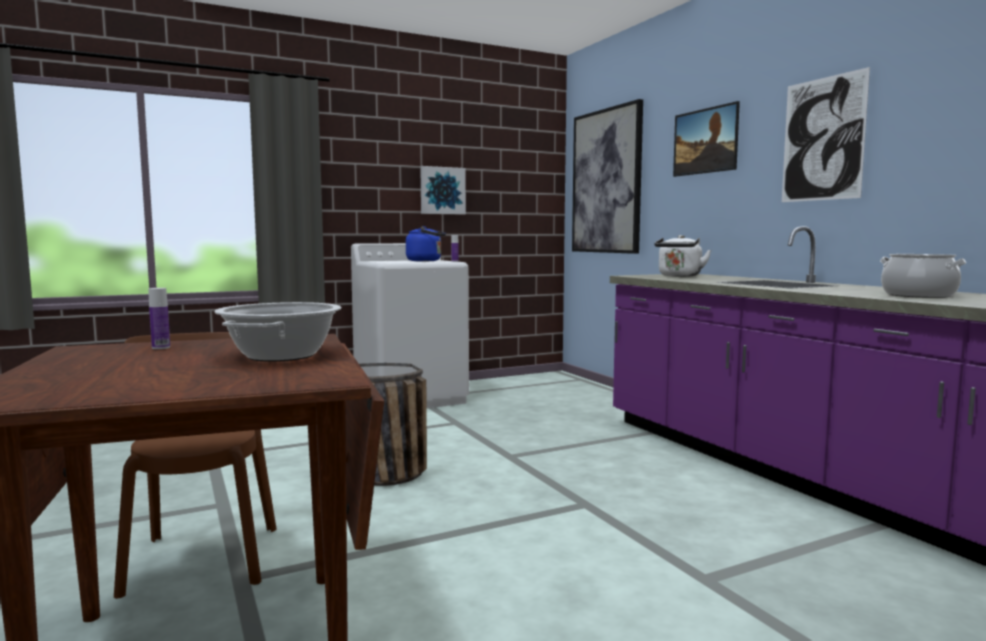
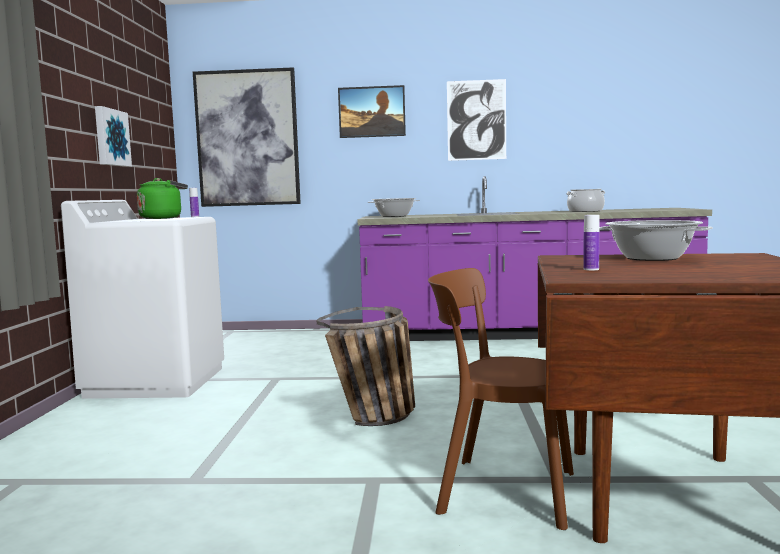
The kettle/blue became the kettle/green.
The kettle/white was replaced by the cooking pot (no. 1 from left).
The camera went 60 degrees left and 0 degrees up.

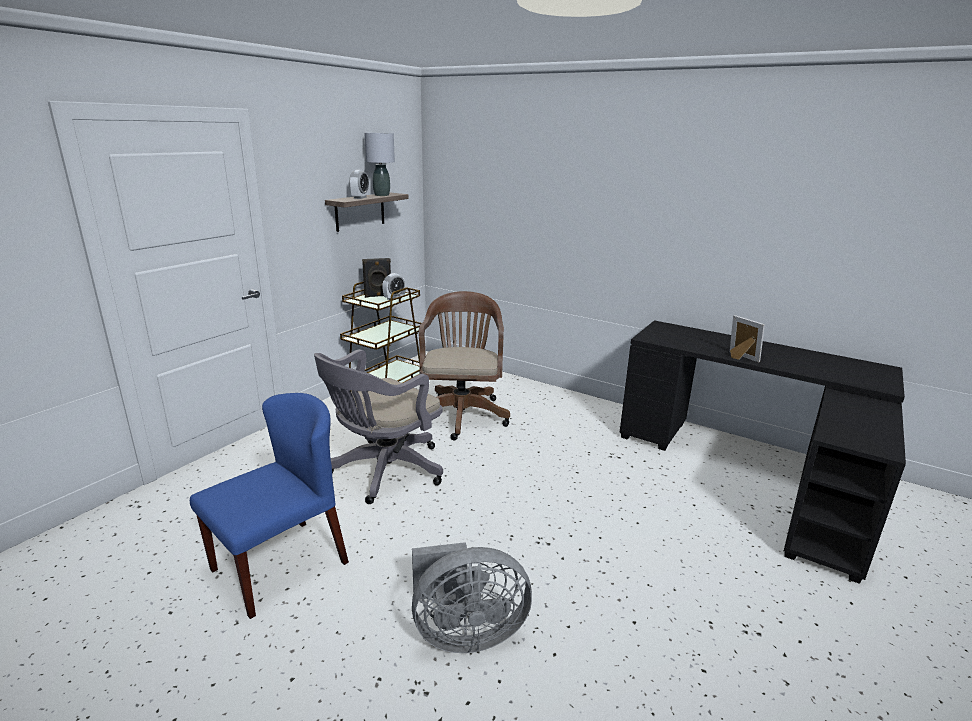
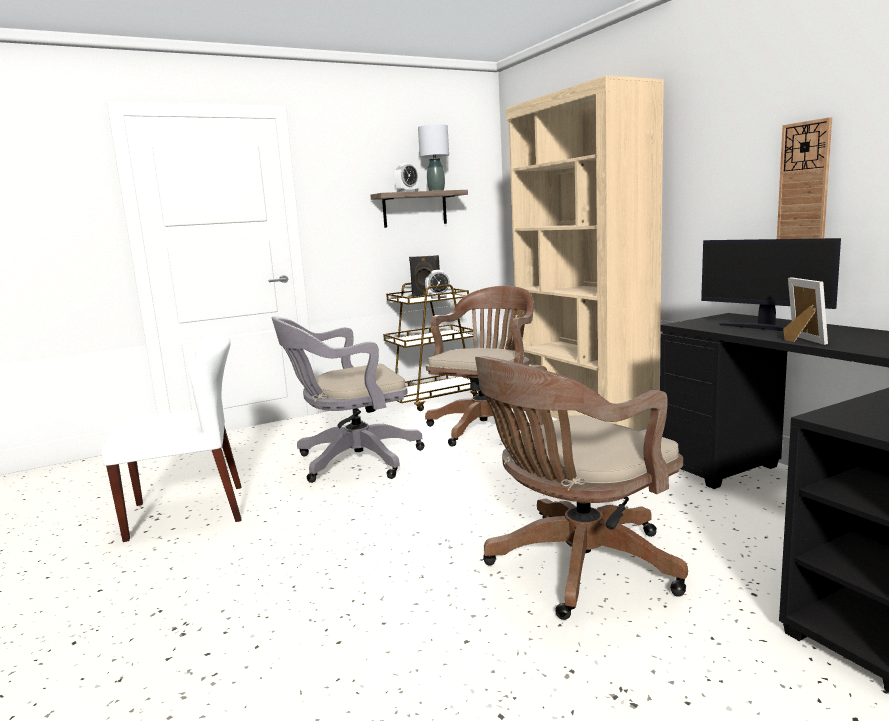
The chair/blue became the chair/white.
The fan/grey disappeared.
The bookcase/beige appeared.
The wall clock appeared.
The monitor appeared.
The office chair/brown (no. 2 from left) appeared.
The camera went 30 degrees right and 10 degrees down.

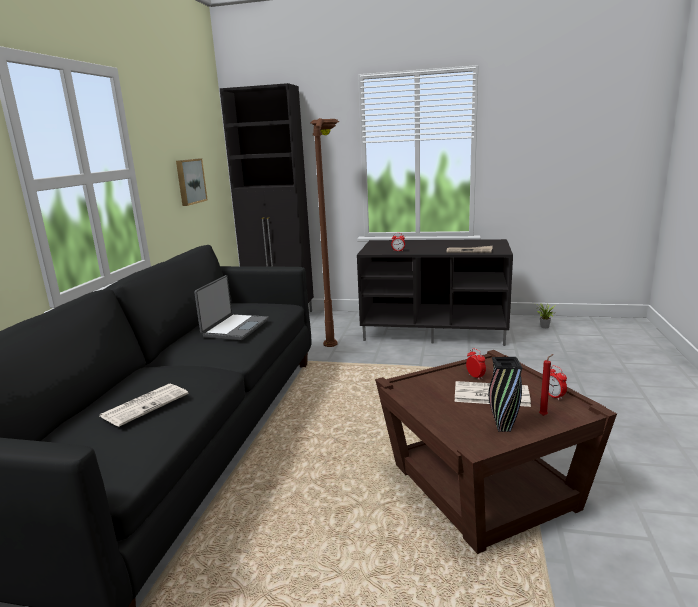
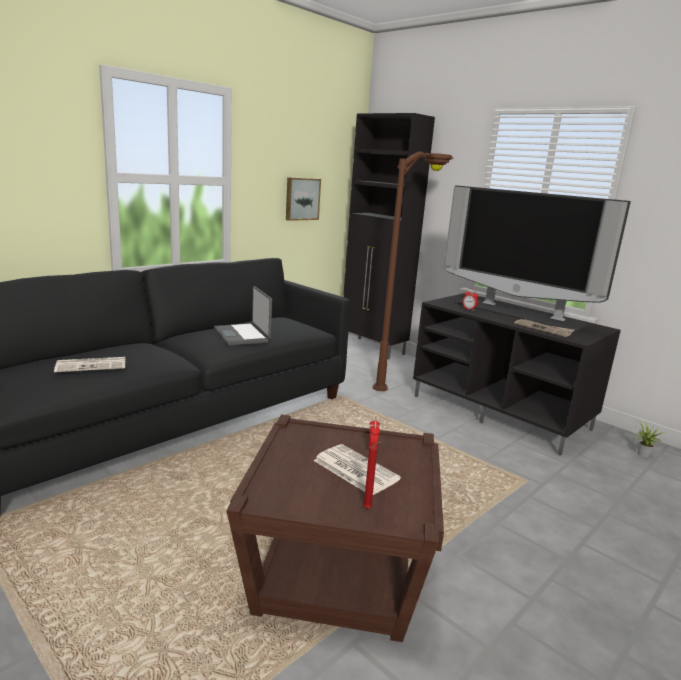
The laptop turned 105 degrees clockwise.
The vase/black disappeared.
The alarm clock (no. 3 from left) disappeared.
The television appeared.
The camera went 30 degrees right and 0 degrees up.

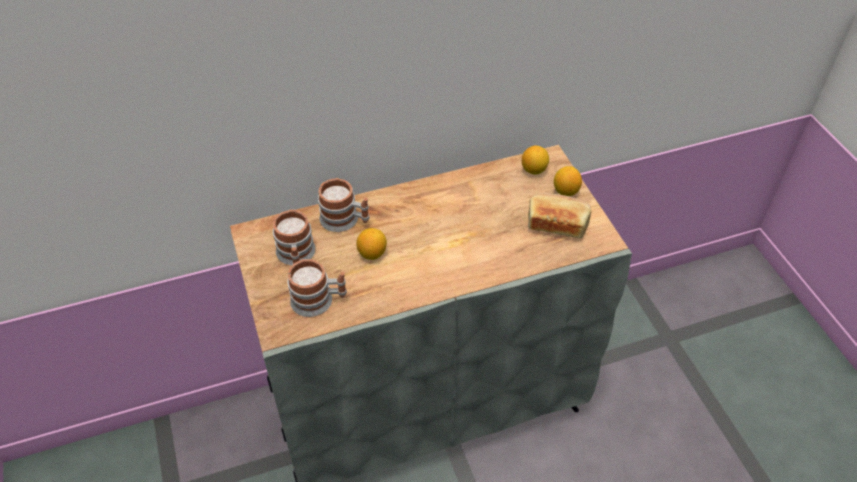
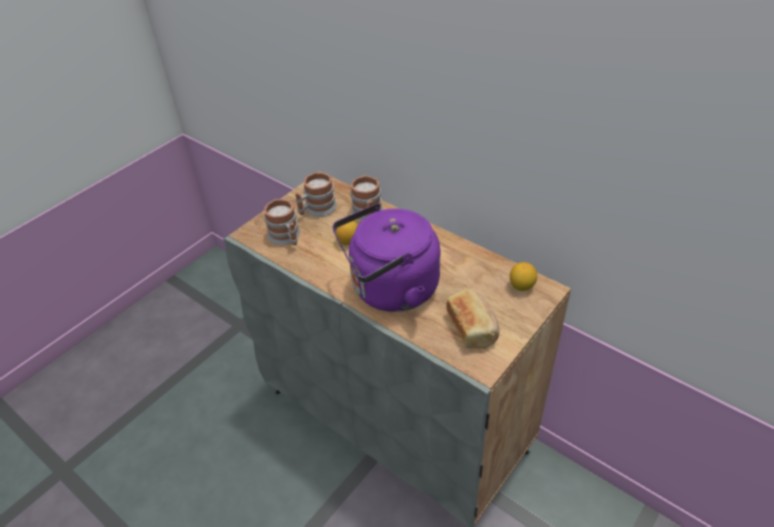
The lemon (no. 3 from left) disappeared.
The kettle/purple appeared.
The camera went 60 degrees right and 5 degrees down.

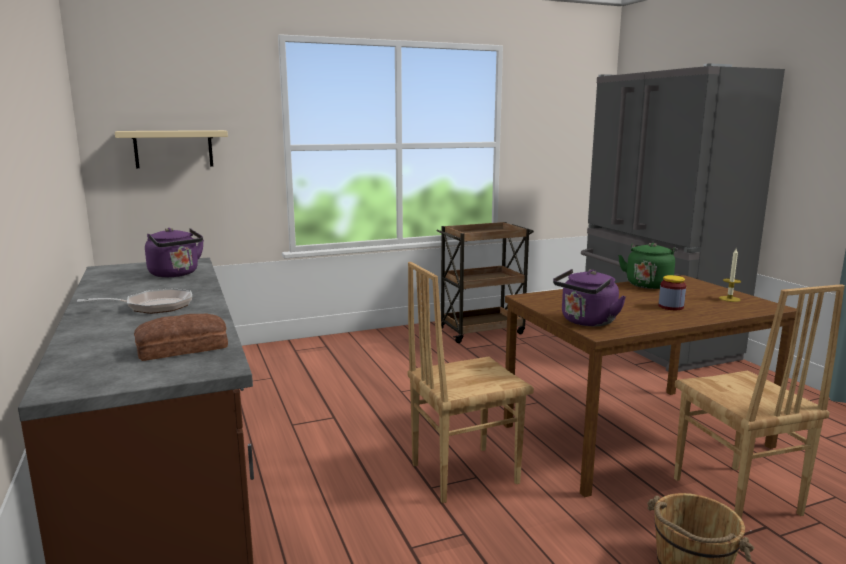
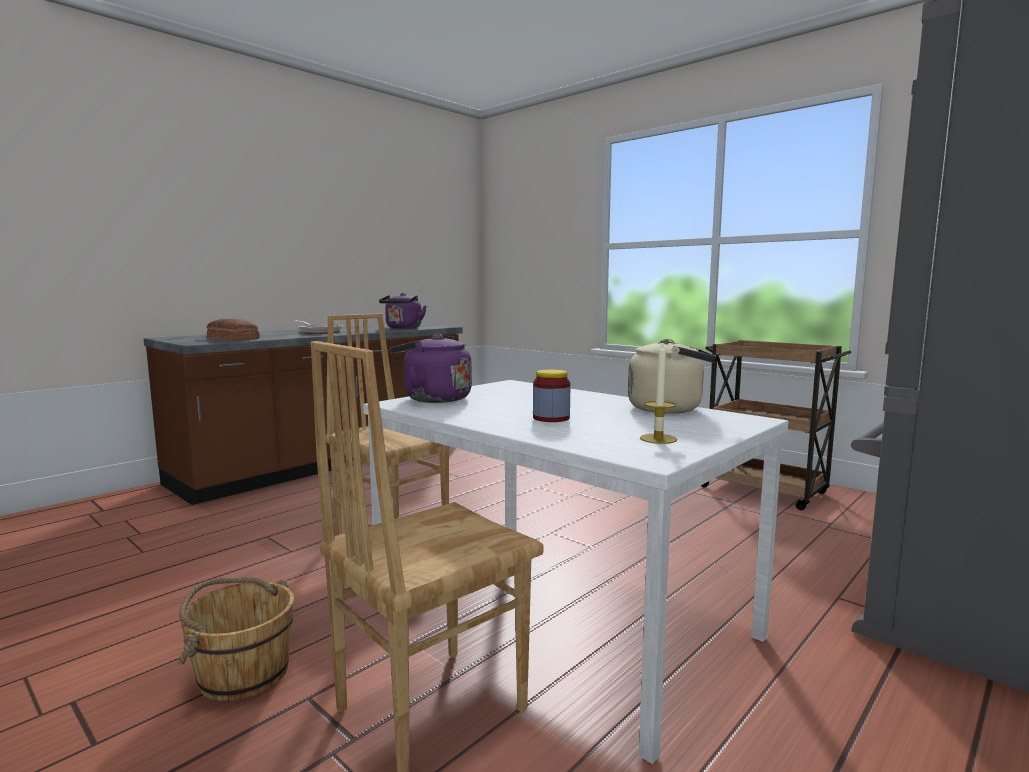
The shelf/beige disappeared.
The kettle/green became the kettle/beige.
The dining table/brown became the dining table/white.
The camera went 65 degrees right and 5 degrees down.

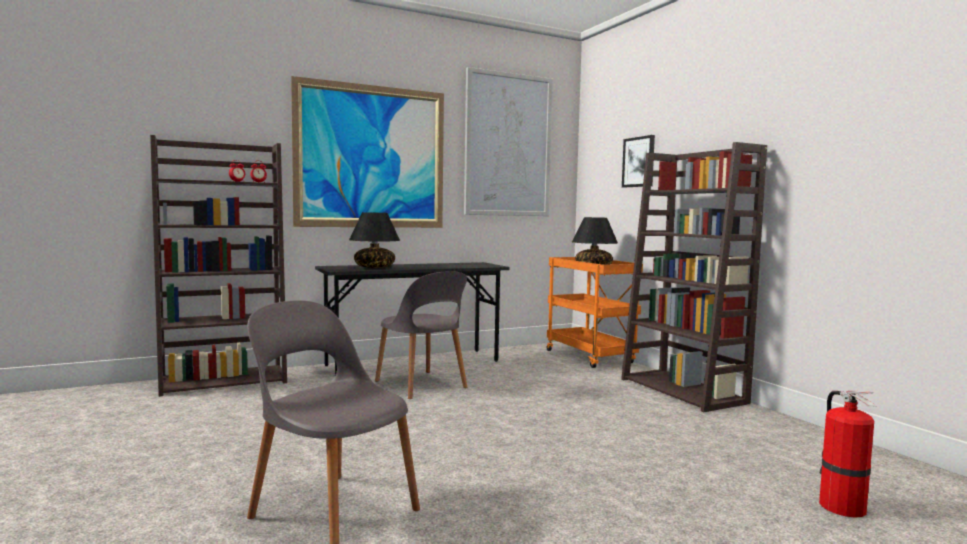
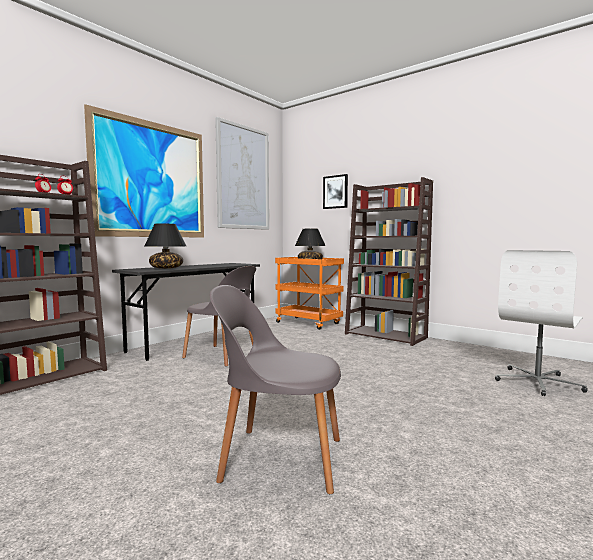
The fire extinguisher was replaced by the office chair/white.
The camera went 25 degrees left and 0 degrees up.

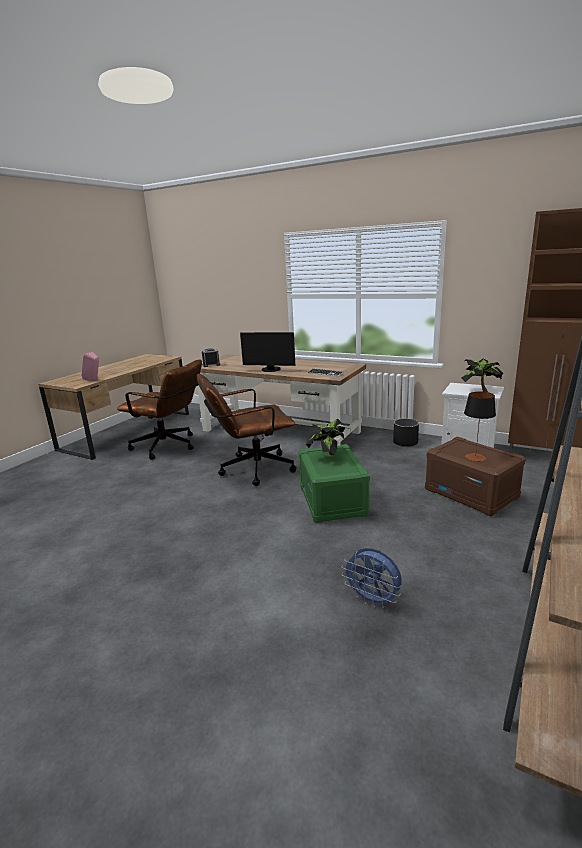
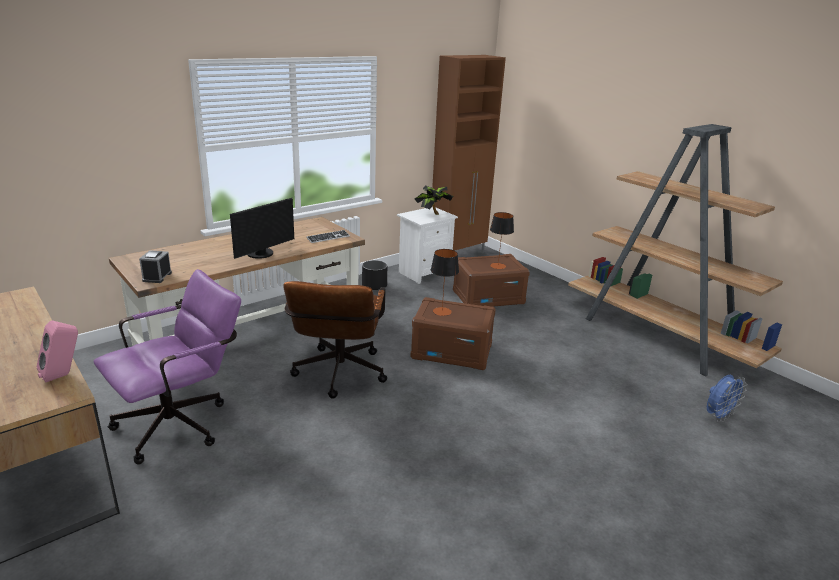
The office chair/brown (no. 1 from left) became the office chair/purple.
The potted plant (no. 1 from left) was replaced by the table lamp (no. 1 from left).
The storage box/green became the storage box/brown (no. 1 from left).
The fan/blue moved.
The camera went 70 degrees left and 5 degrees up.

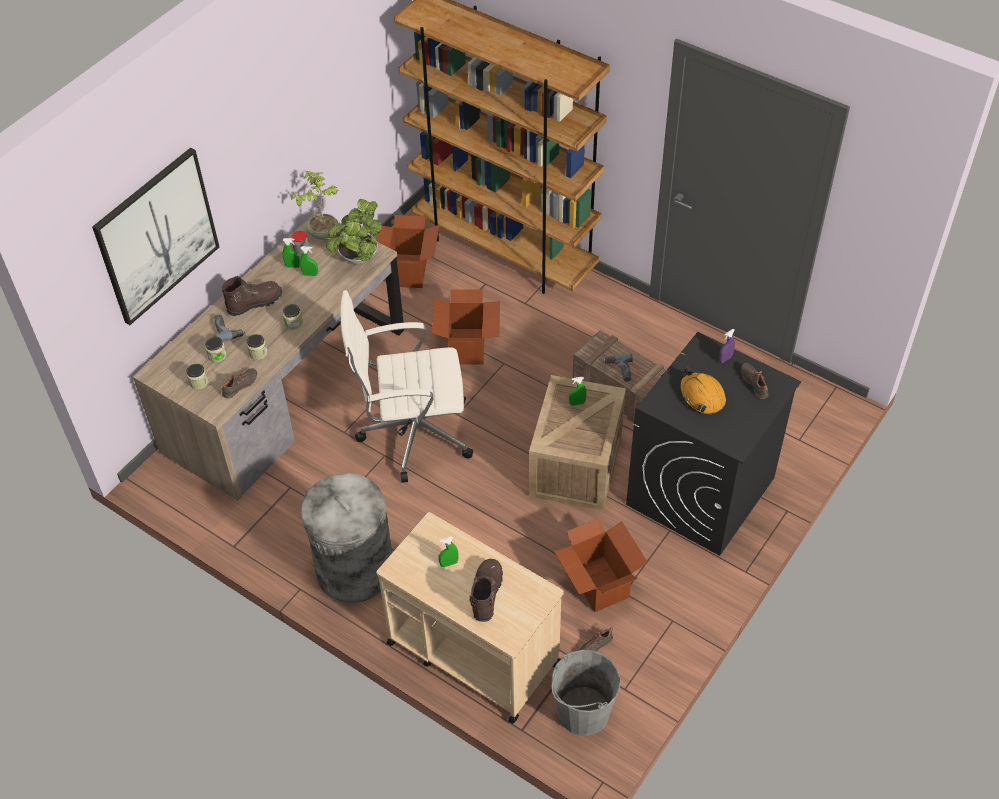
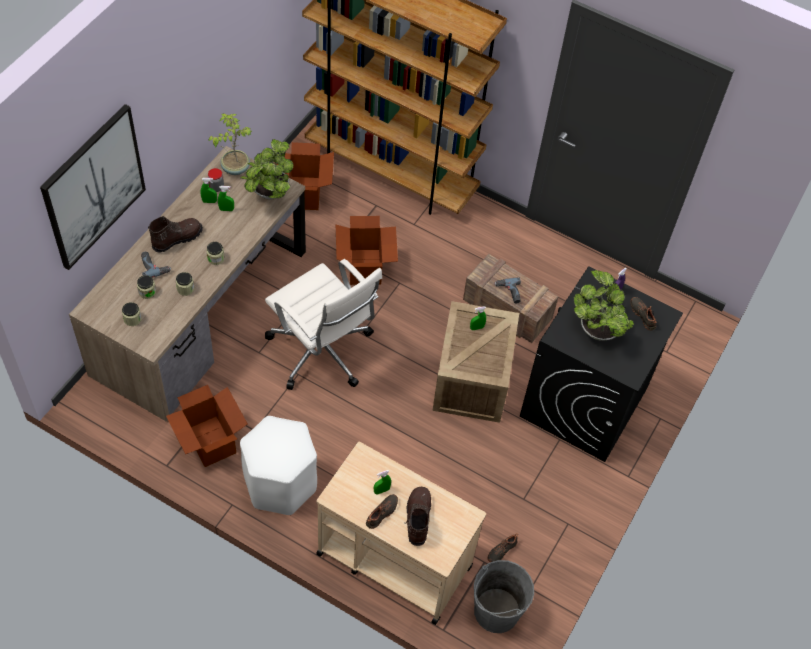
The office chair/white turned 120 degrees counterclockwise.
The hard hat/orange was replaced by the potted plant (no. 3 from left).
The shoe/black (no. 1 from left) moved.
The trash can/grey was replaced by the stool/white.
The cardboard box (no. 3 from left in the first image) moved.
The camera went 10 degrees left and 5 degrees up.

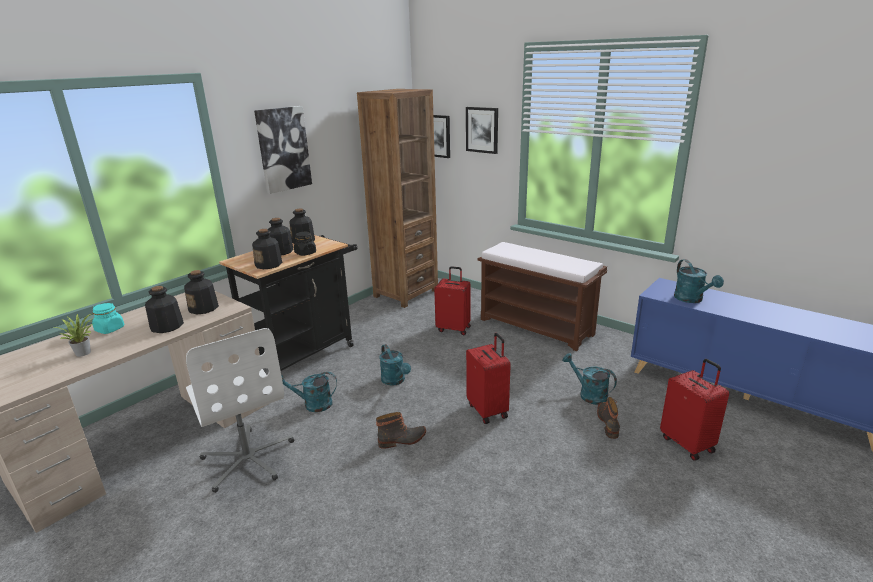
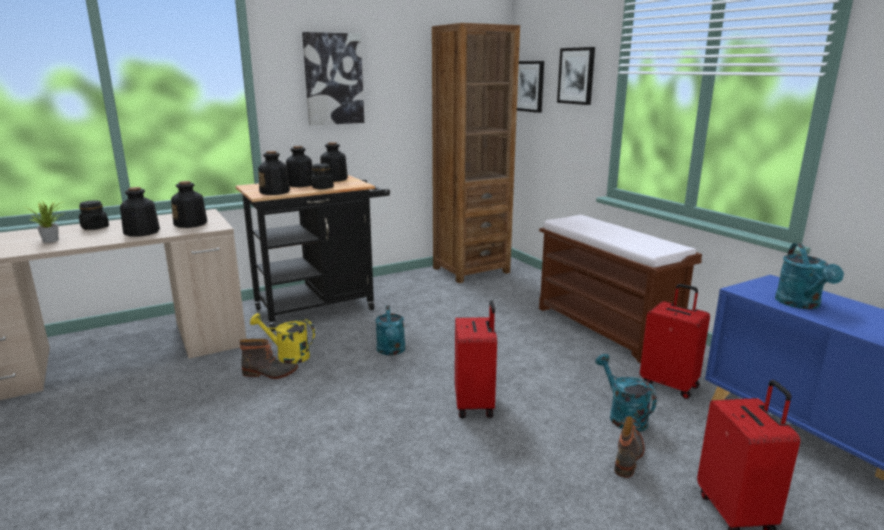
The suitcase/red (no. 1 from left in the first image) moved.
The jar/turquoise became the jar/black (no. 1 from left).
The office chair/white disappeared.
The watering can/turquoise (no. 1 from left) became the watering can/yellow.
The boot (no. 1 from left) moved.
The camera went 20 degrees right and 5 degrees down.

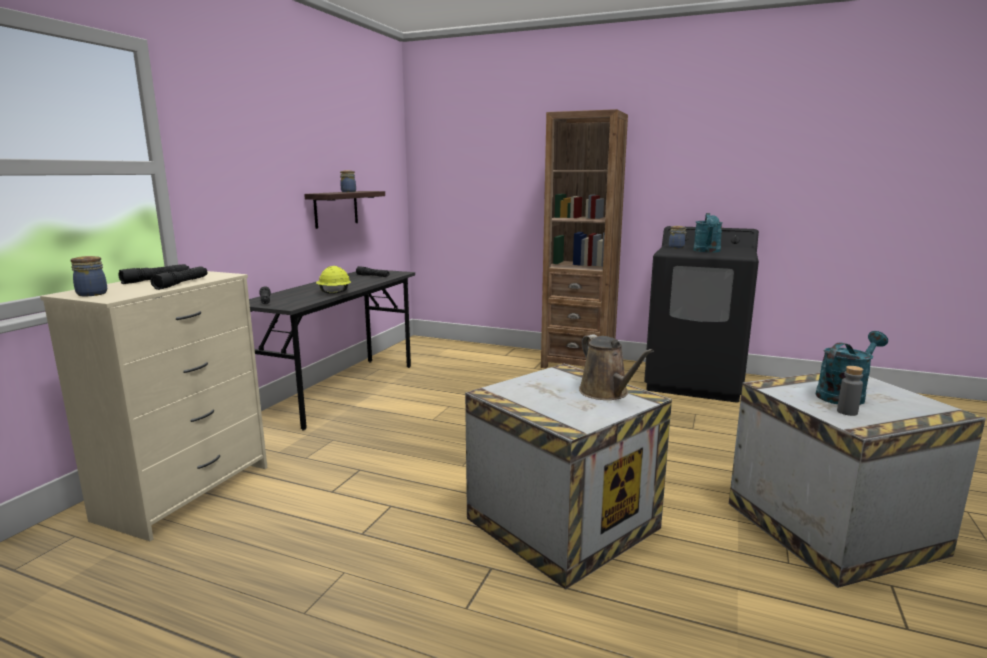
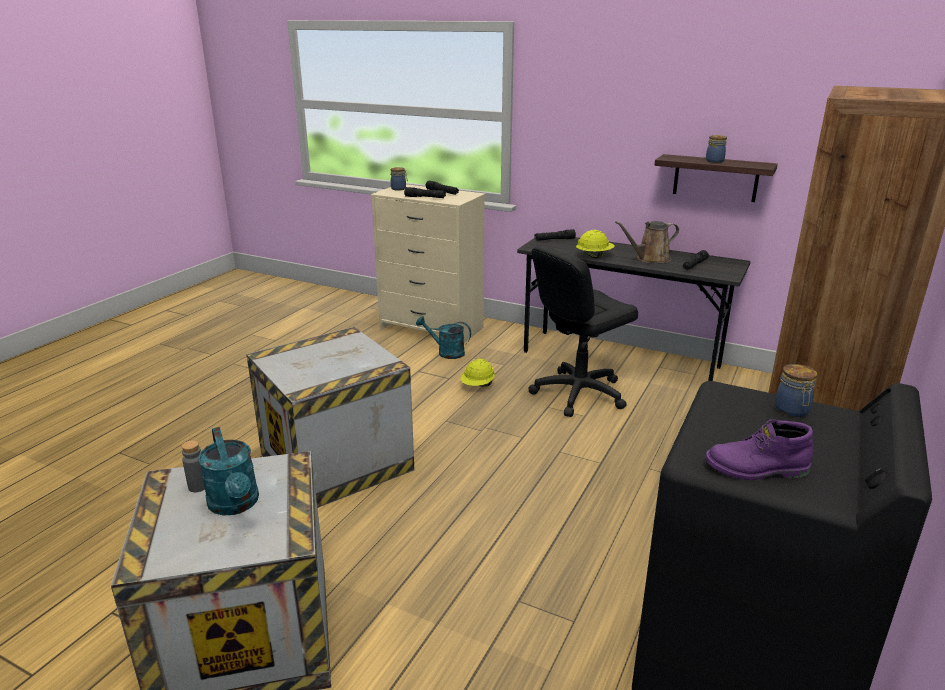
The watering can/turquoise (no. 1 from left in the first image) moved.
The watering can/brown moved.
The office chair/black appeared.
The hard hat/yellow (no. 1 from left) appeared.
The boot/purple appeared.
The camera went 95 degrees right and 10 degrees up.

